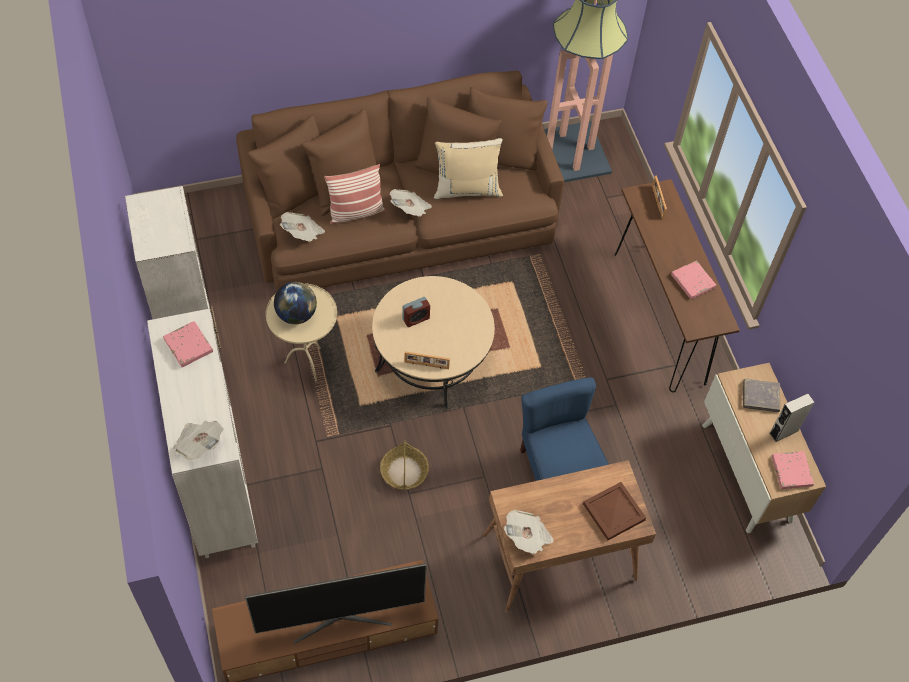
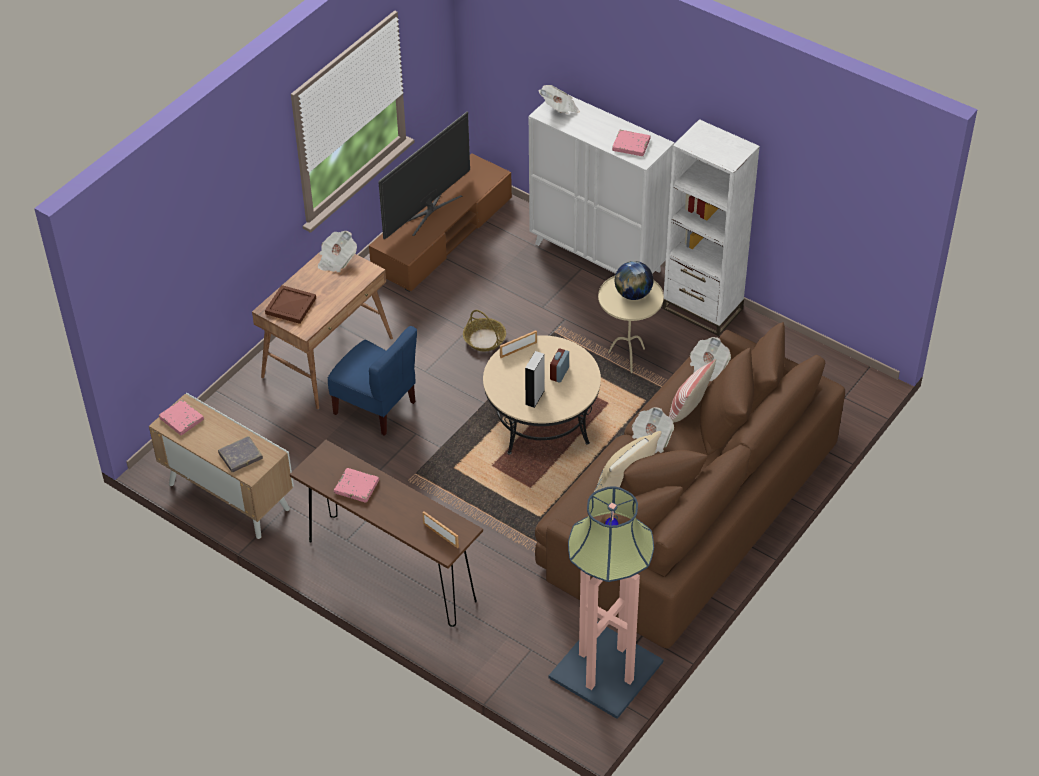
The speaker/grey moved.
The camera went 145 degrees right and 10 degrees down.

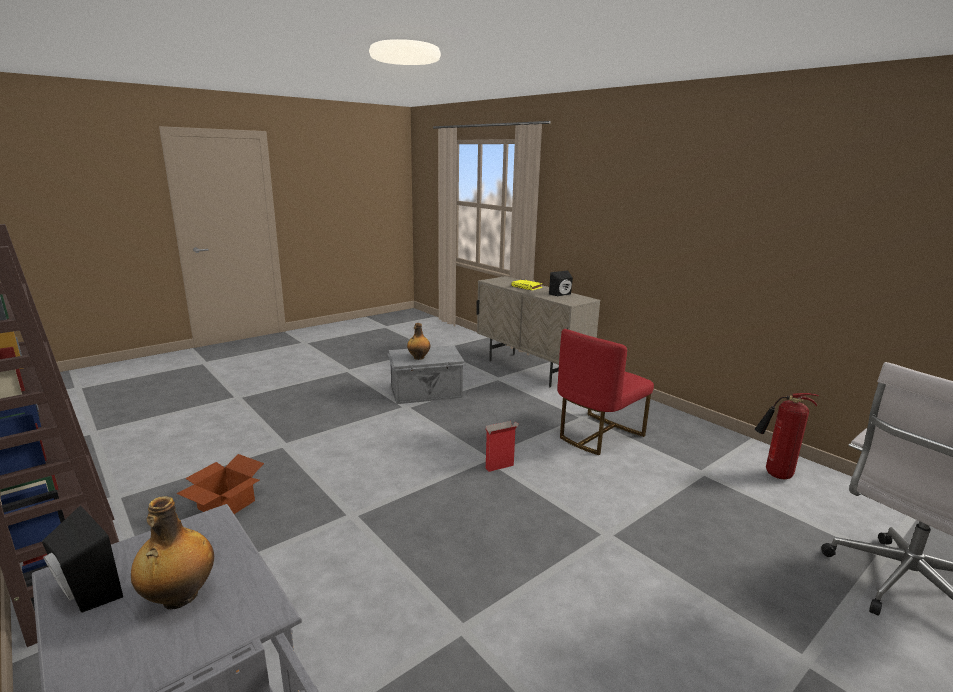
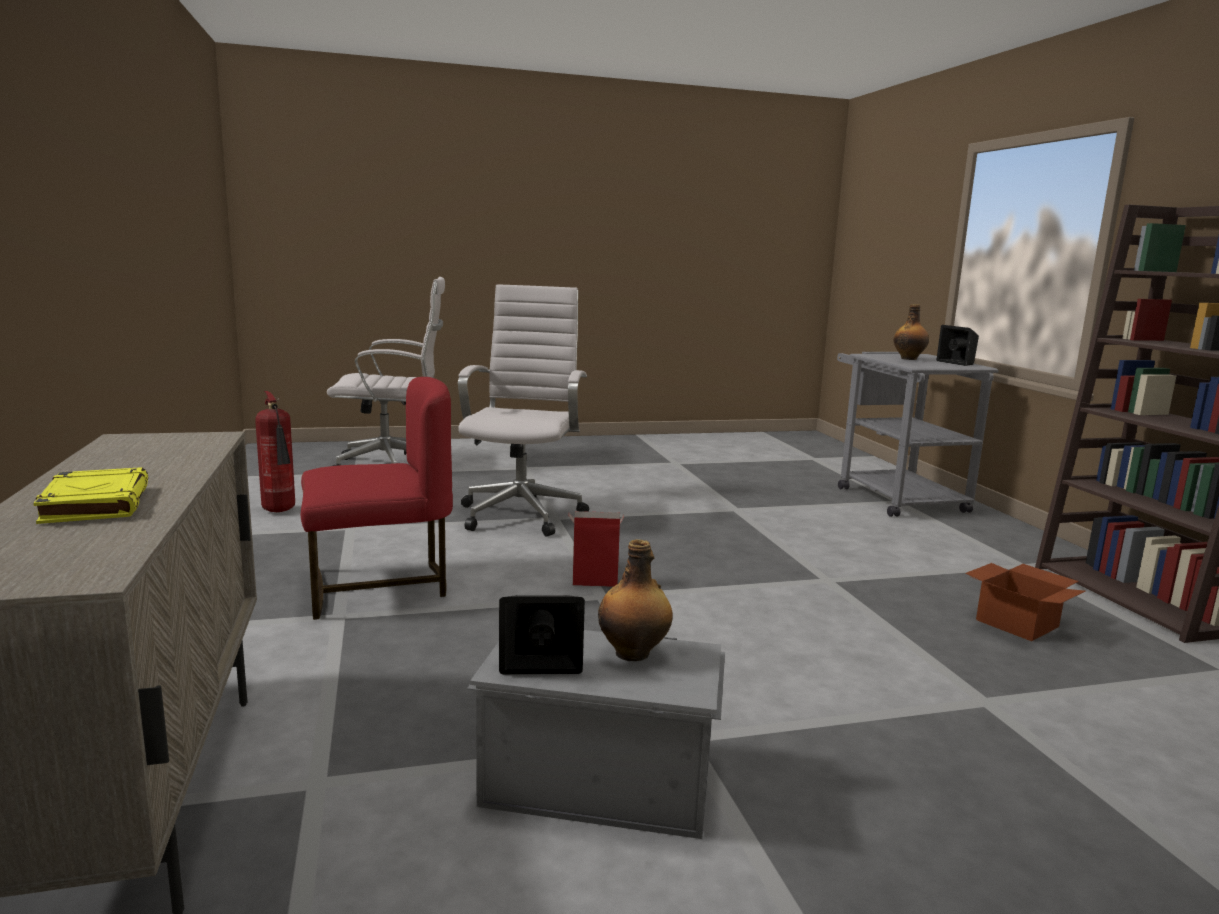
The speaker/black (no. 2 from left in the first image) moved.
The office chair/white (no. 2 from left) appeared.
The camera went 155 degrees left and 5 degrees down.

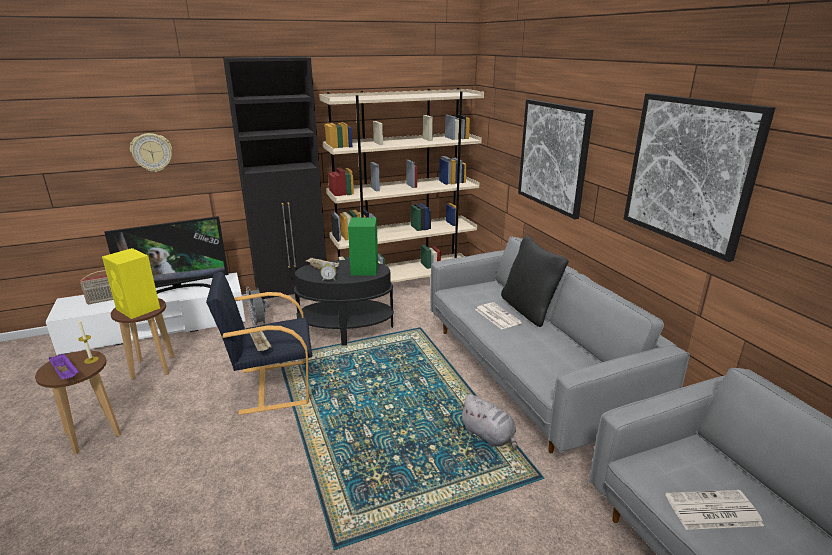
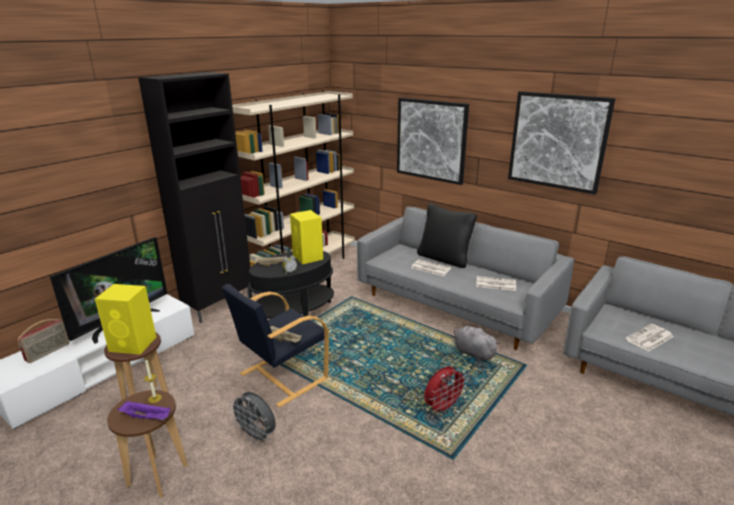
The wall clock disappeared.
The speaker/green became the speaker/yellow (no. 2 from left).
The fan/grey moved.
The plush toy/grey turned 150 degrees counterclockwise.
The newspaper (no. 2 from left) appeared.
The fan/red appeared.
The camera went 30 degrees left and 0 degrees up.

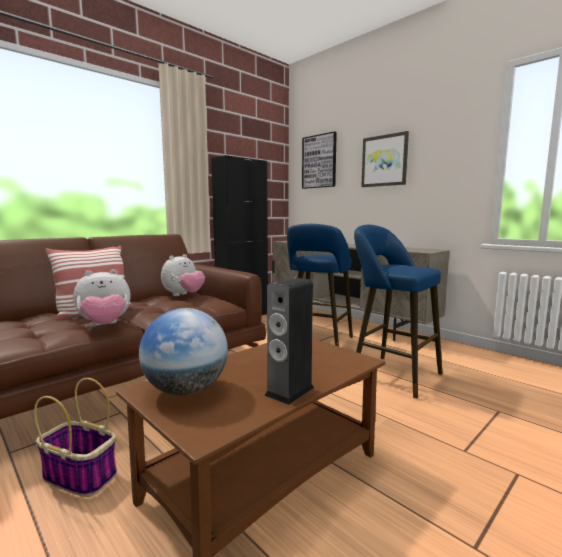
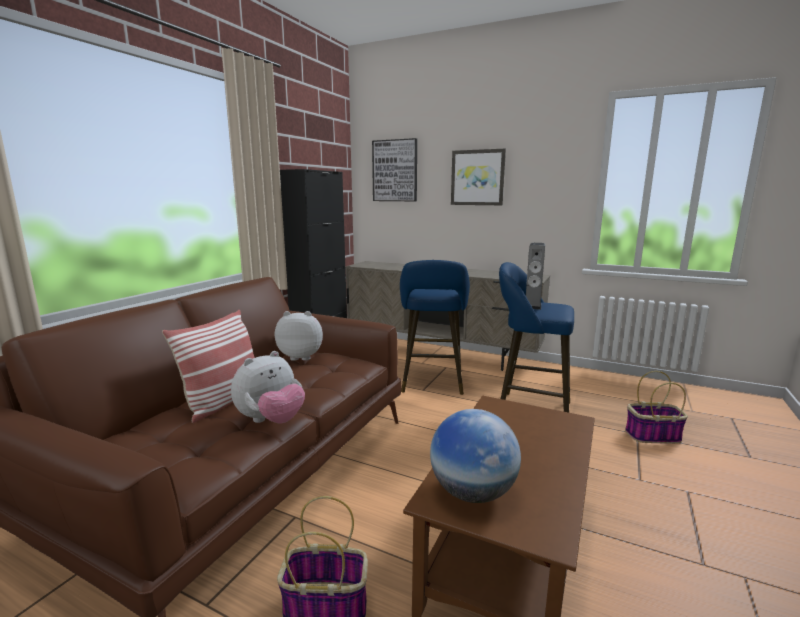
The plush toy (no. 2 from left) turned 105 degrees counterclockwise.
The speaker moved.
The basket (no. 2 from left) appeared.
The camera went 20 degrees left and 5 degrees up.

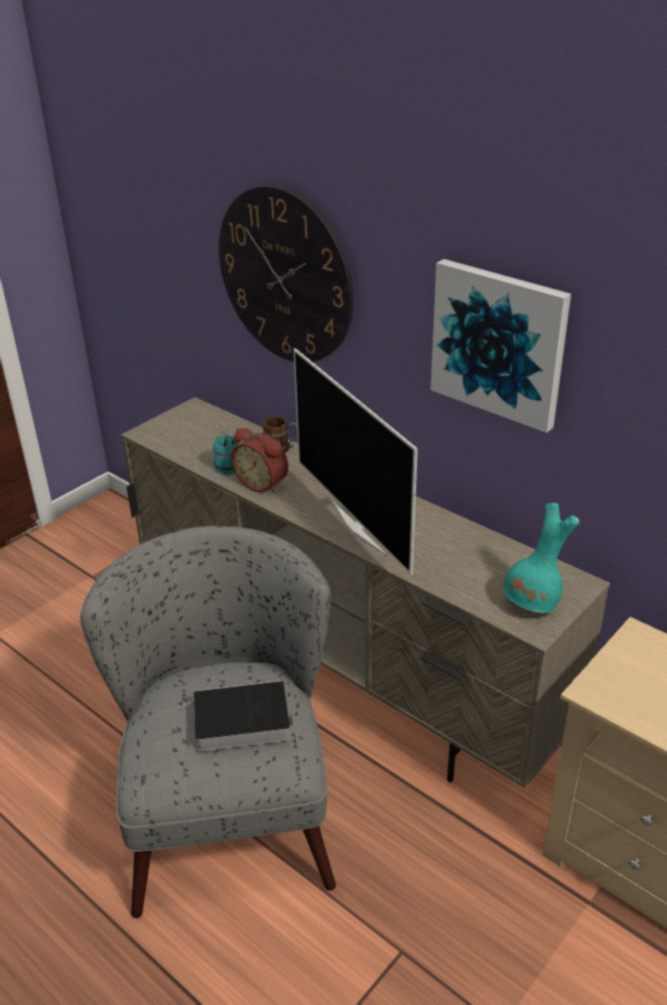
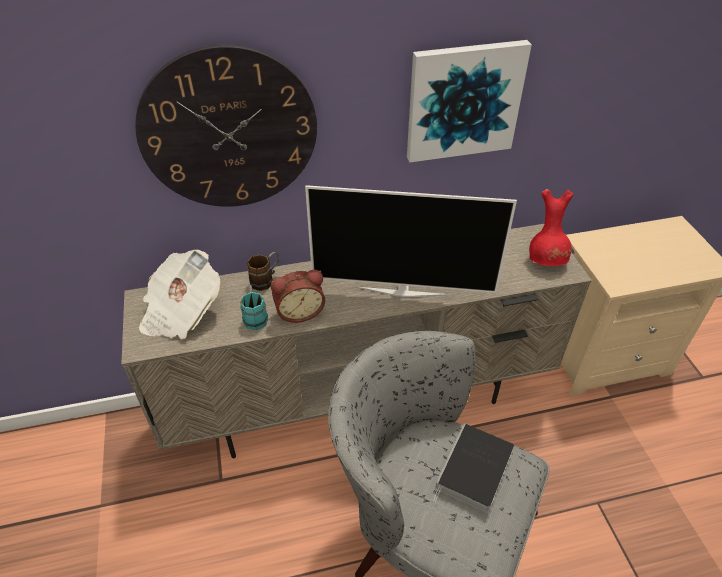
The vase/turquoise became the vase/red.
The newspaper appeared.
The camera went 55 degrees left and 10 degrees up.

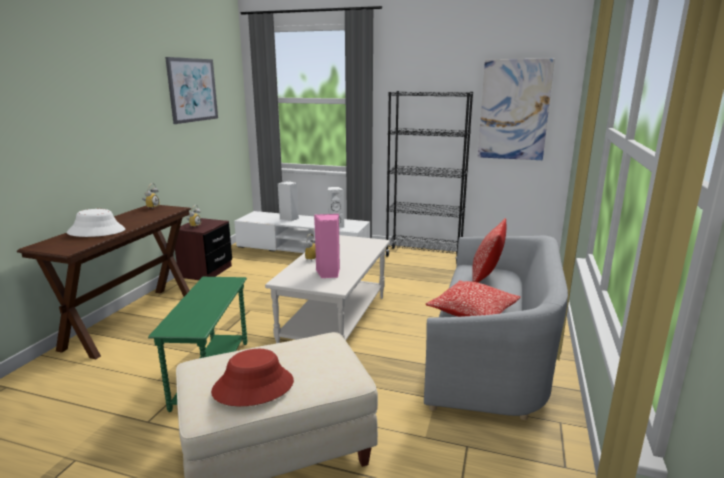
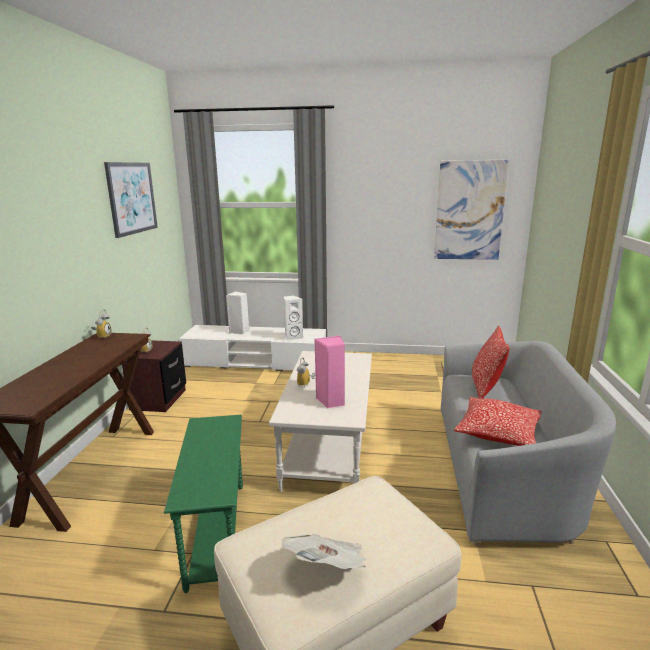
The bookcase/black disappeared.
The hat/white disappeared.
The hat/red was replaced by the newspaper.
The camera went 10 degrees left and 0 degrees up.

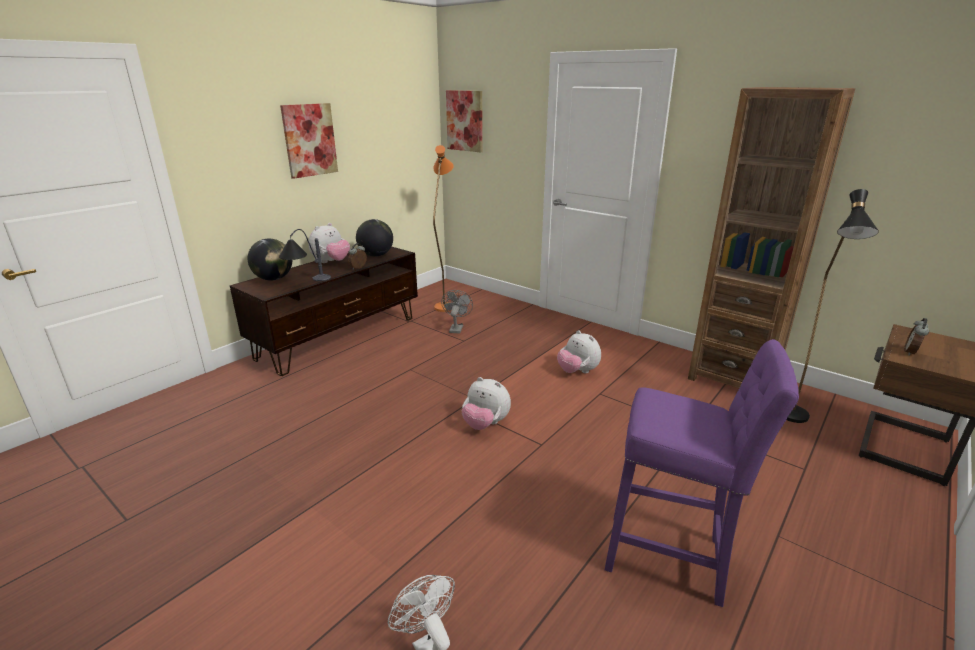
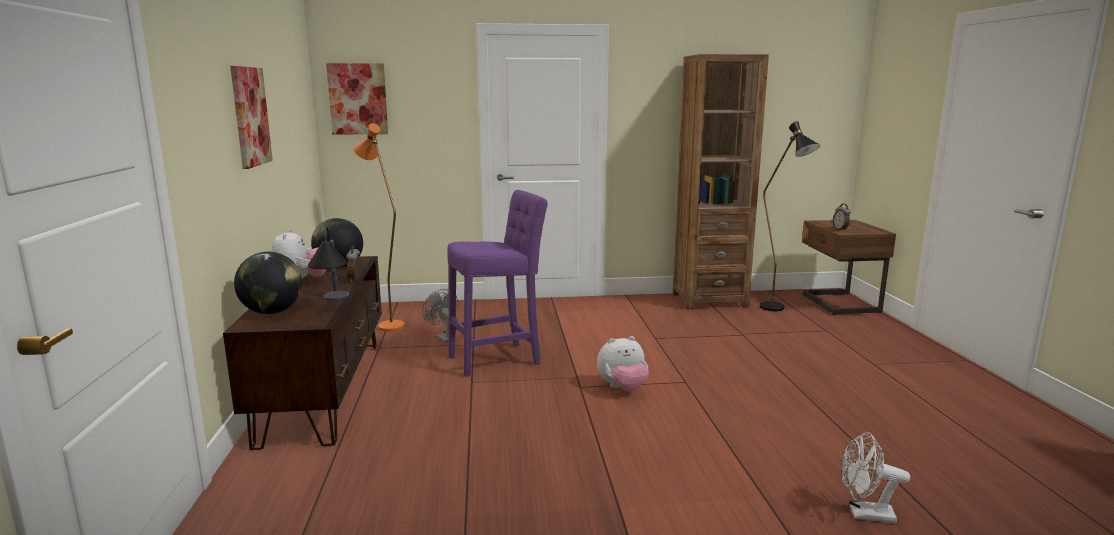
The plush toy (no. 3 from left) disappeared.
The stool/purple moved.
The camera went 45 degrees left and 10 degrees down.

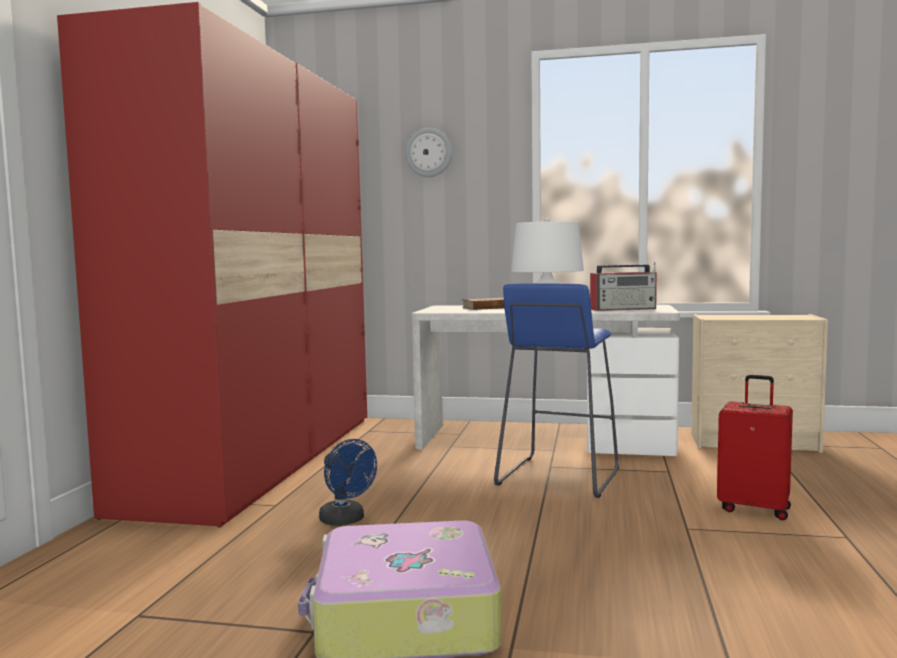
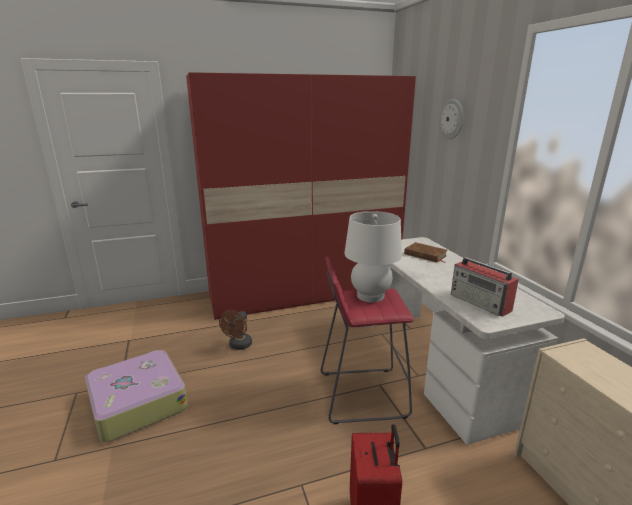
The stool/blue became the stool/red.
The fan/blue became the fan/brown.
The camera went 60 degrees right and 15 degrees up.

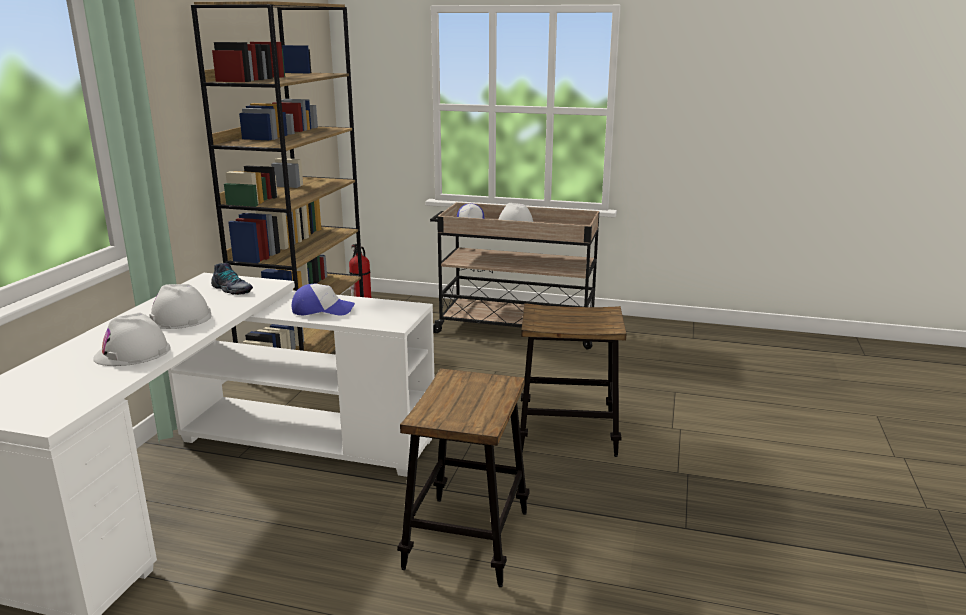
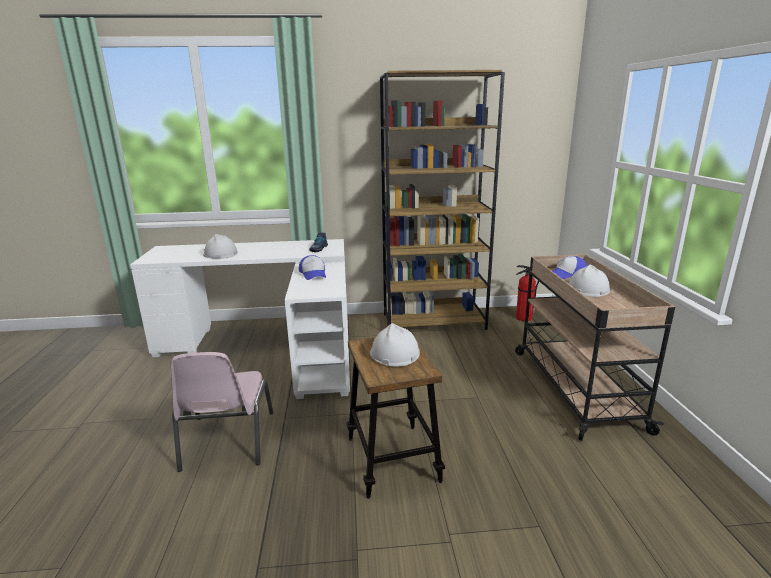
The hard hat/white (no. 2 from left) moved.
The stool (no. 1 from left) was replaced by the chair/pink.
The camera went 70 degrees right and 0 degrees up.

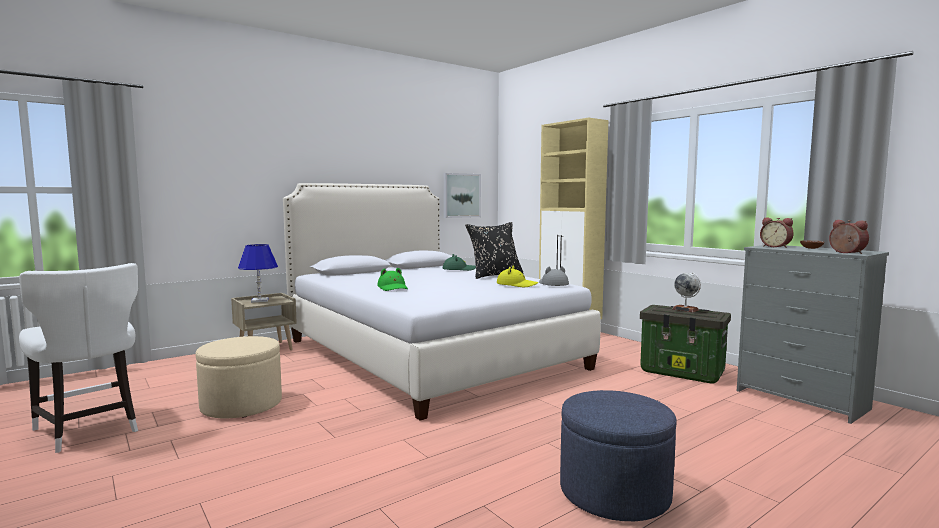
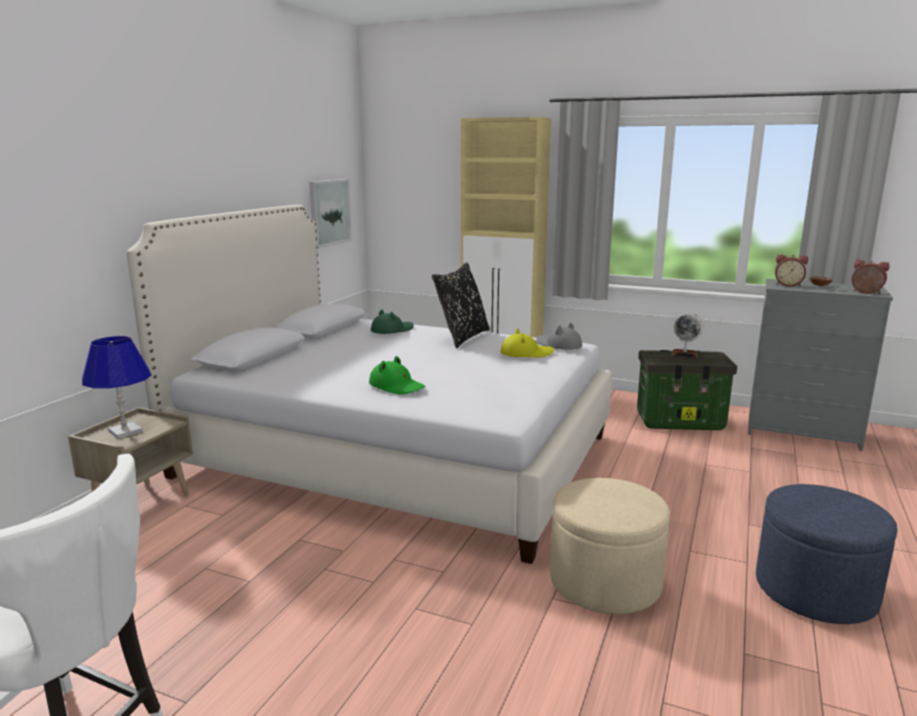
The ottoman/beige moved.
The camera went 30 degrees left and 10 degrees up.

